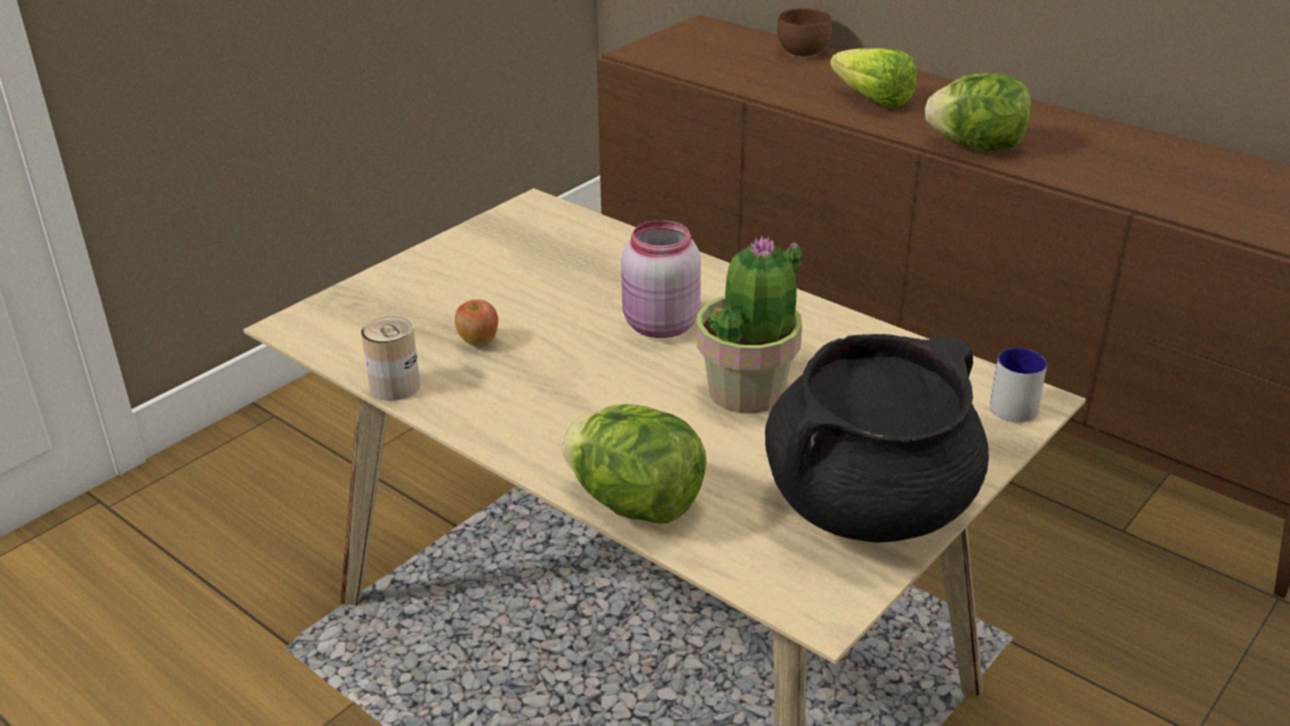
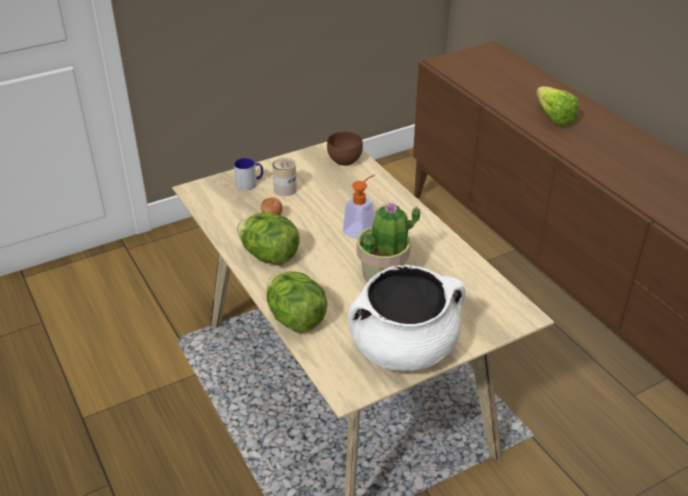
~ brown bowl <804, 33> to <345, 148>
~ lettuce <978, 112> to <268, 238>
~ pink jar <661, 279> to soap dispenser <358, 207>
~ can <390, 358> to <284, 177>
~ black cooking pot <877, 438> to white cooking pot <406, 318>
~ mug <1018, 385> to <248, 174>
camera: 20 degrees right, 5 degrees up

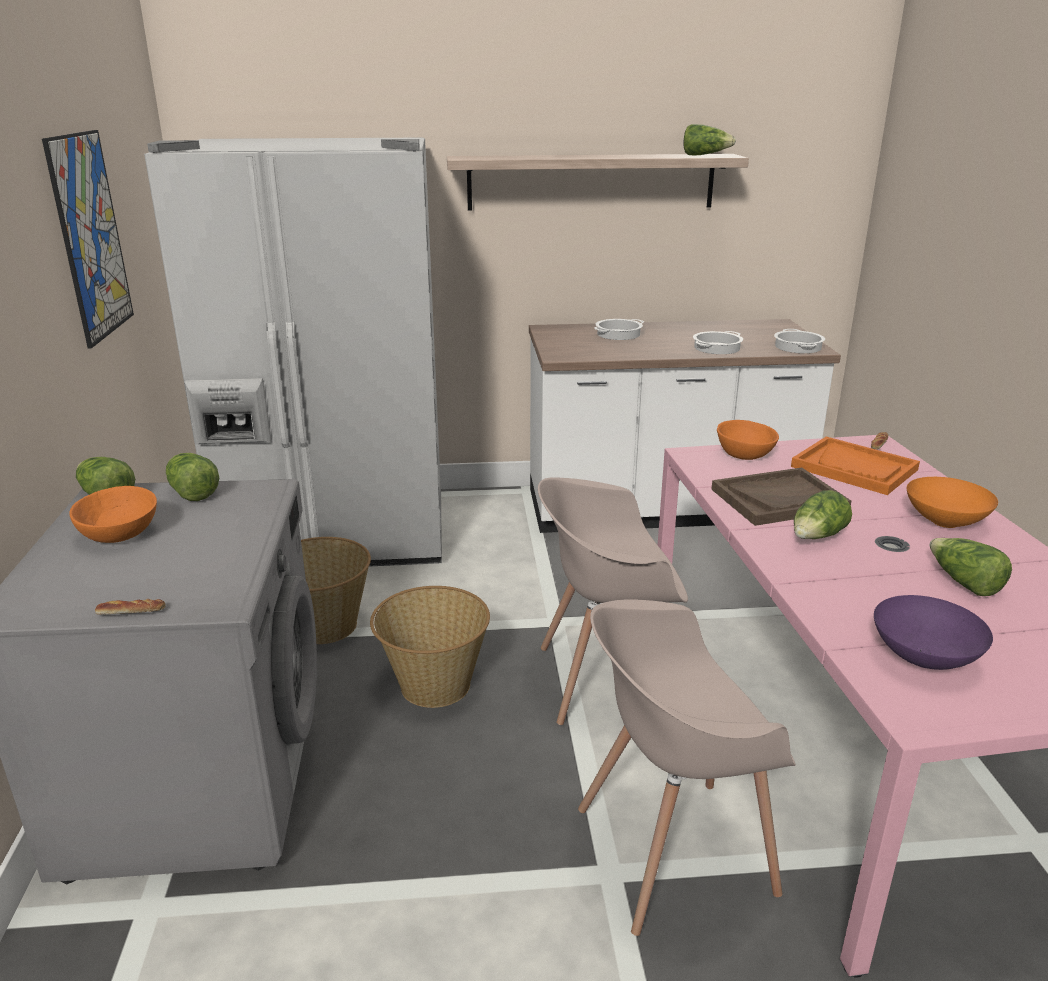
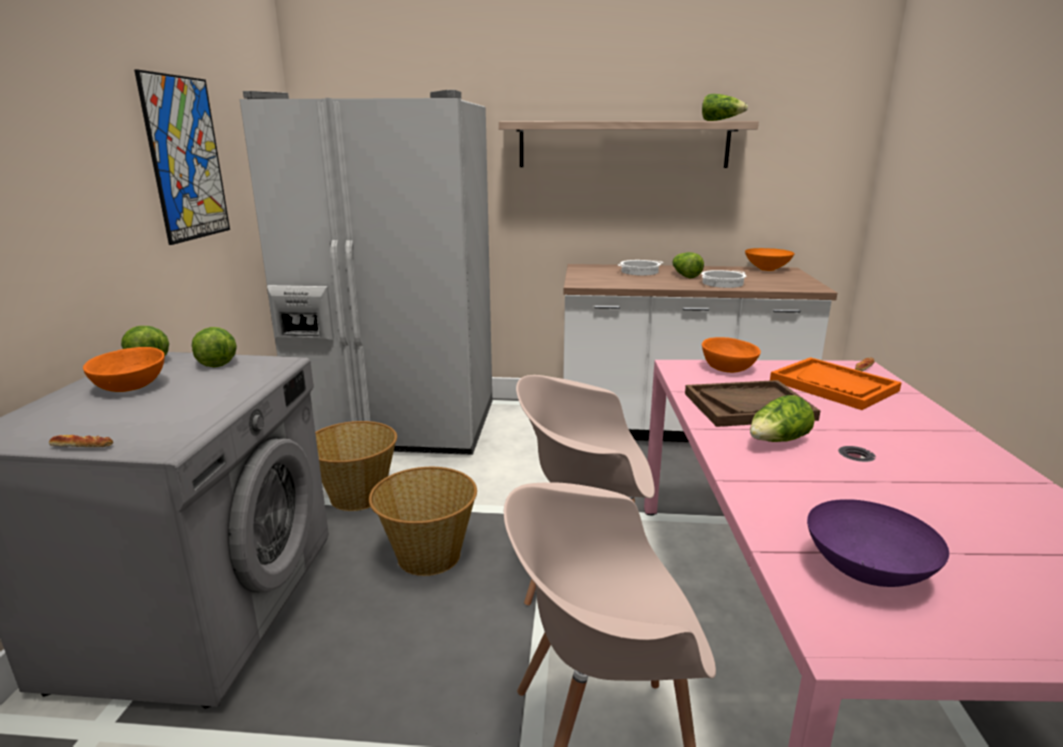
- cooking pot <799, 341>
~ orange bowl <952, 502> to <770, 259>
~ lettuce <971, 567> to <688, 265>
camera: 10 degrees right, 5 degrees down

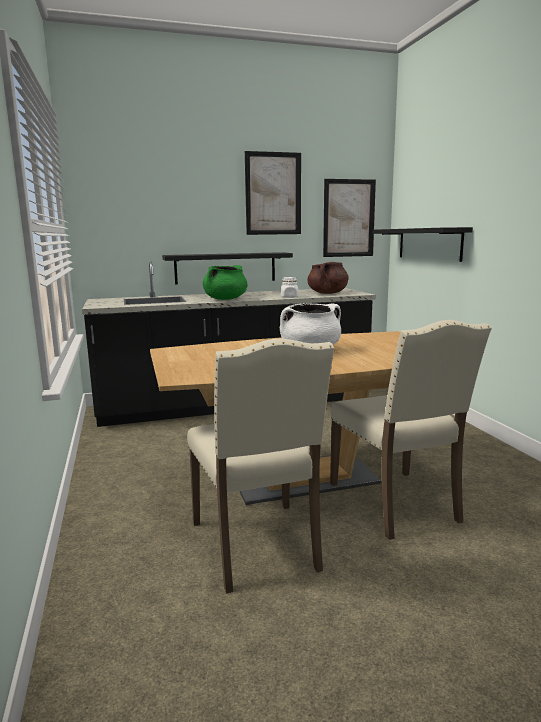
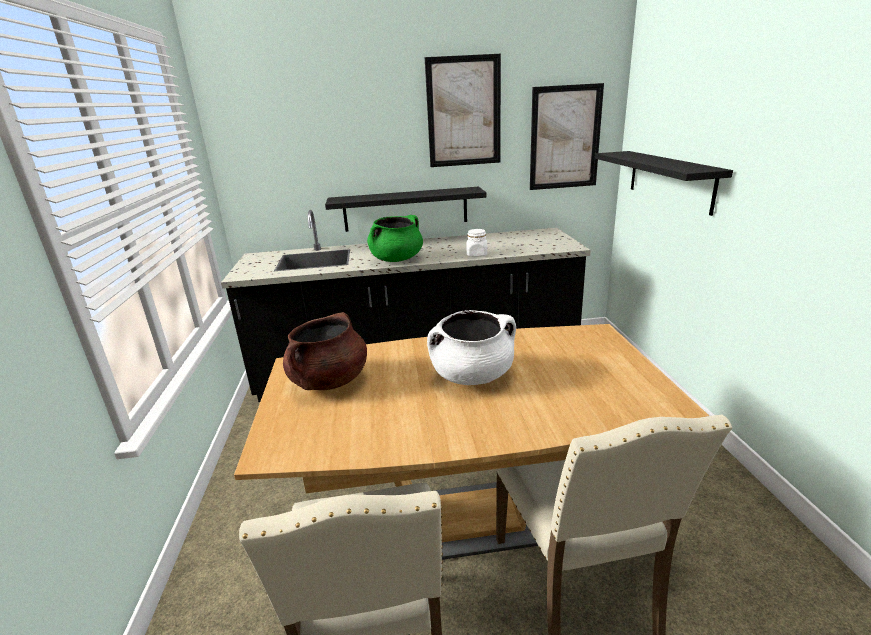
~ brown cooking pot <328, 278> to <325, 351>
camera: 10 degrees right, 10 degrees up

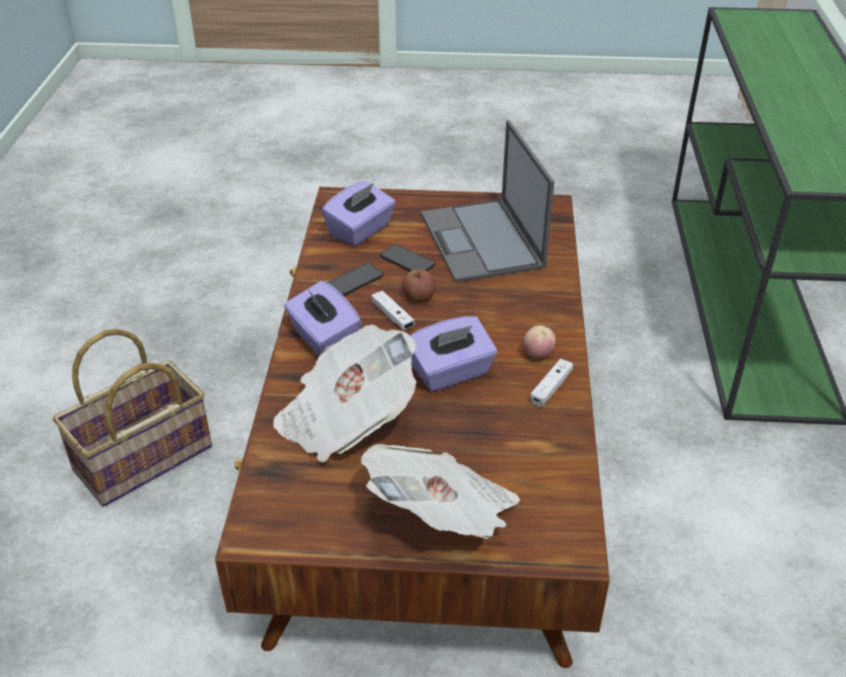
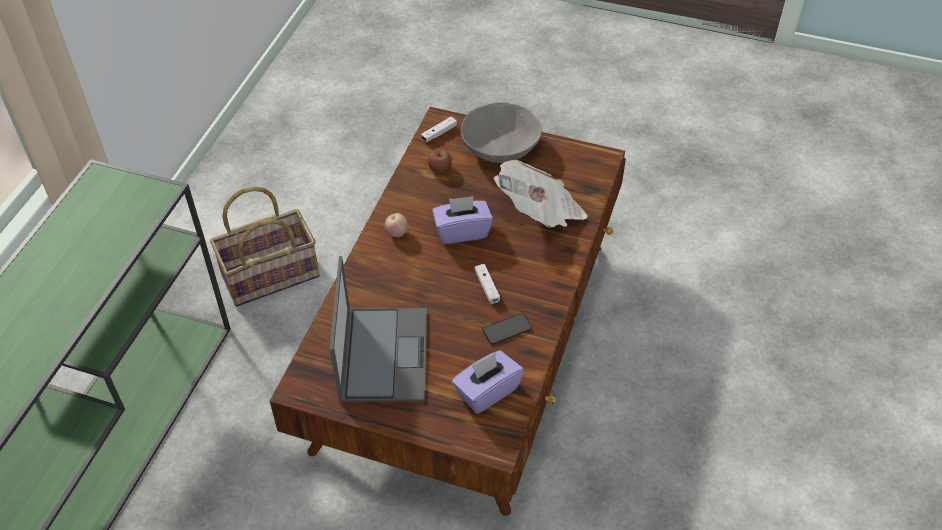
- phone <407, 257>
~ apple <419, 285> to <440, 161>
- purple tissue box <323, 318>
~ basket <132, 418> to <265, 246>
~ white game controller <551, 383> to <439, 129>
~ newspaper <440, 491> to grey bowl <501, 132>
camera: 165 degrees left, 10 degrees up

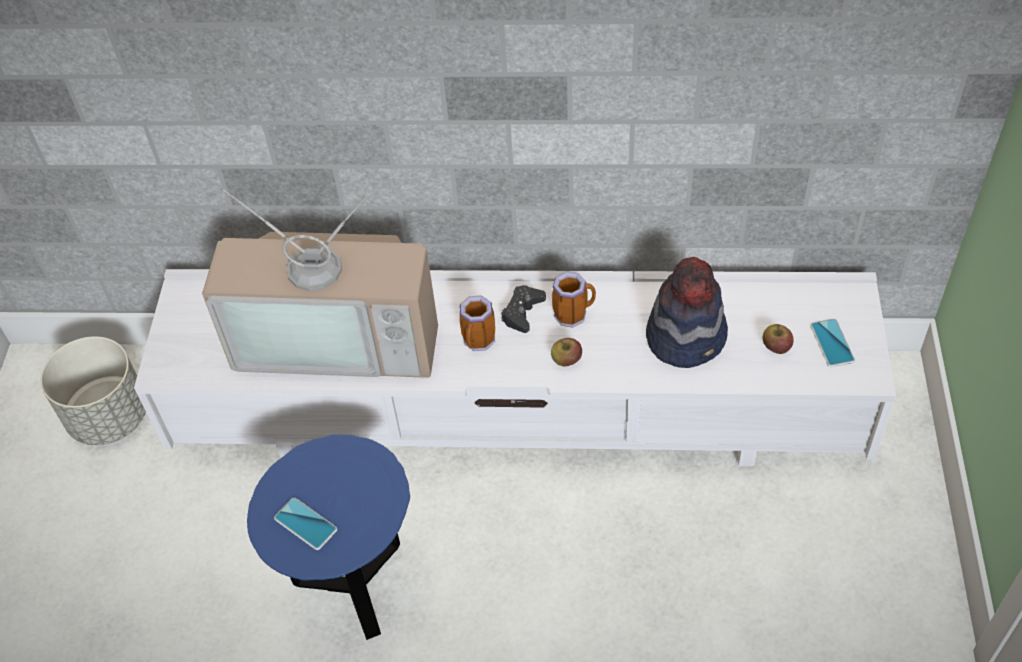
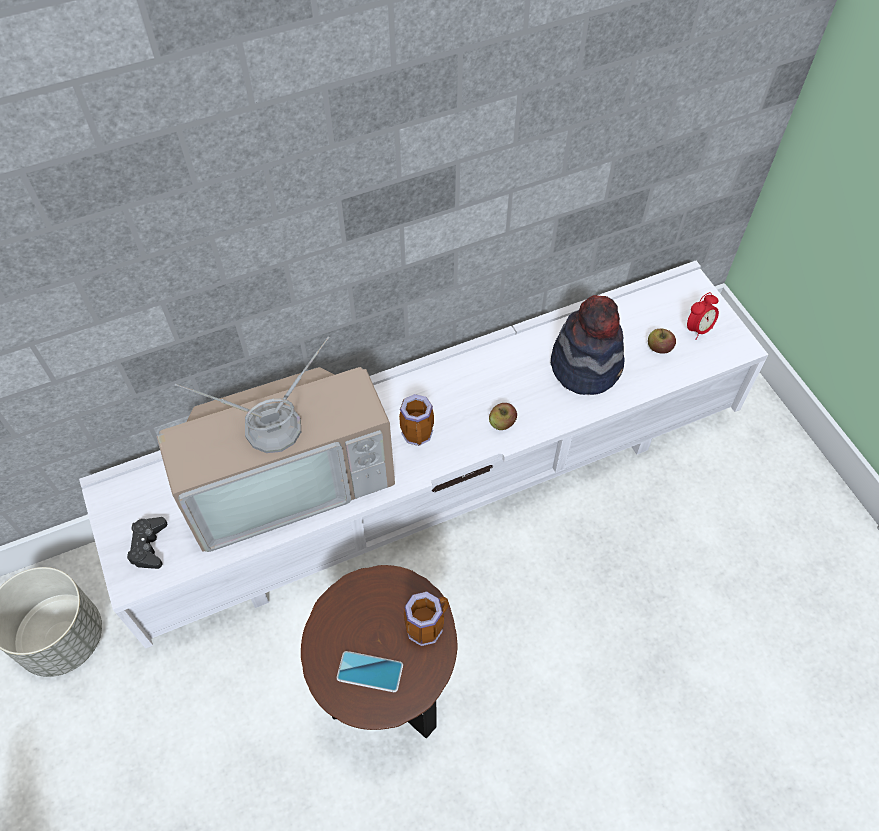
~ mug <574, 299> to <426, 619>
~ black game controller <523, 309> to <147, 543>
~ phone <832, 343> to alarm clock <703, 316>
~ blue side table <328, 537> to brown side table <379, 651>
camera: 30 degrees left, 5 degrees up

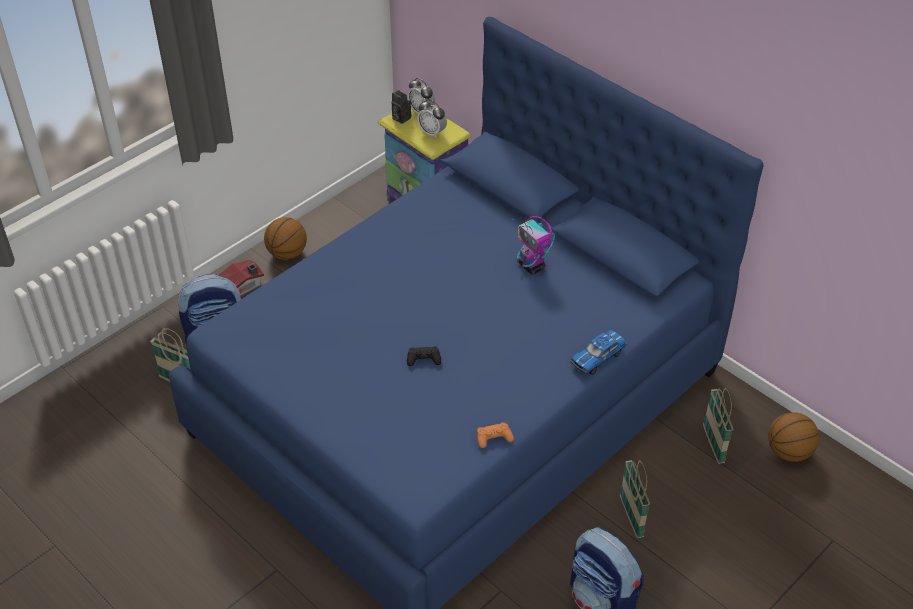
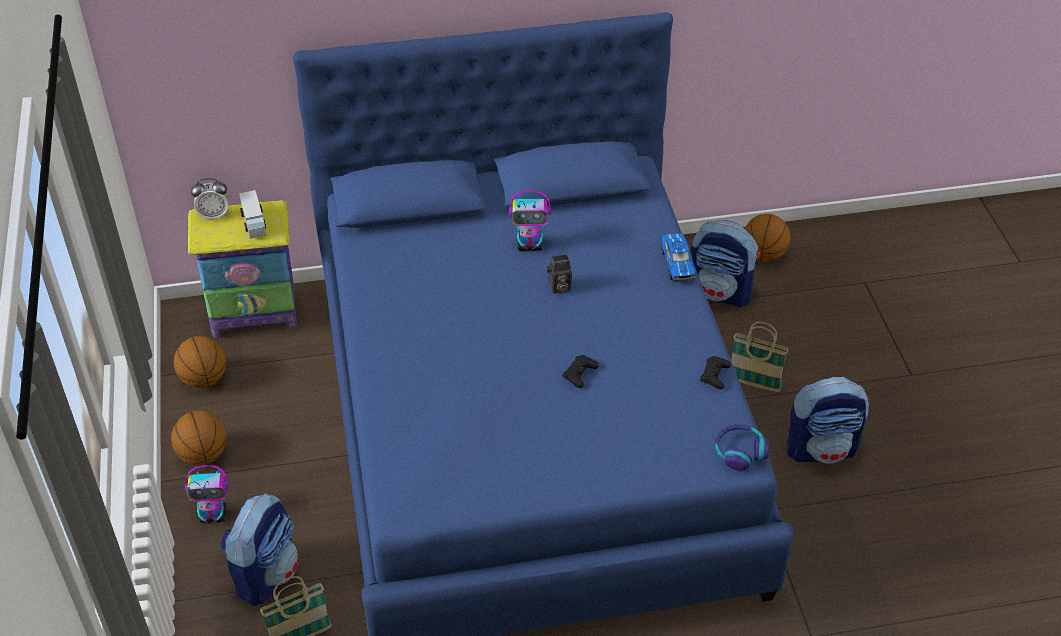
~ photo camera <401, 107> to <559, 274>
~ alarm clock <432, 118> to toy truck <252, 214>
~ toy house <241, 279> to toy robot <207, 494>
~ basket <718, 426> to backpack <725, 264>
~ orange game controller <495, 435> to black game controller <715, 372>
+ basketball <200, 362>
+ headphones <742, 447>
camera: 55 degrees left, 0 degrees up

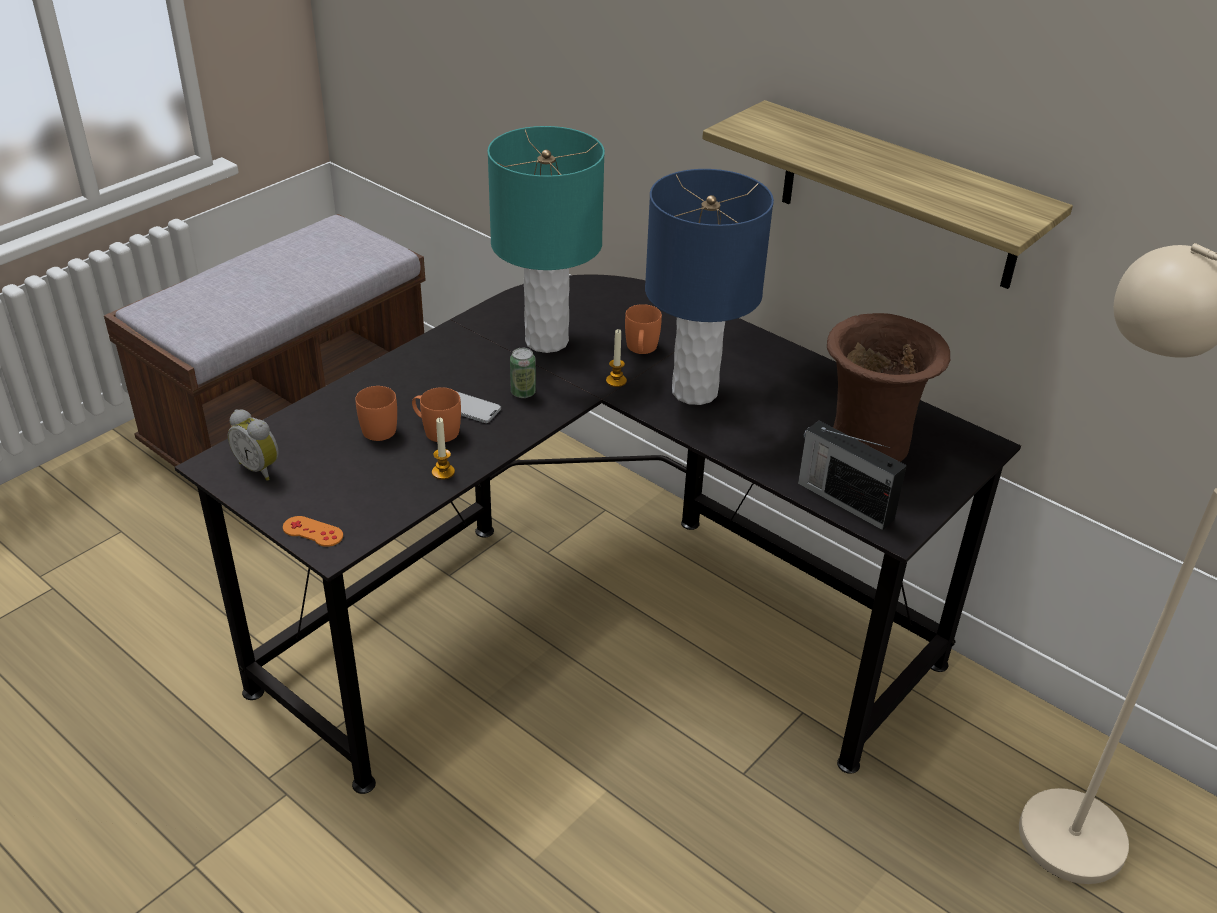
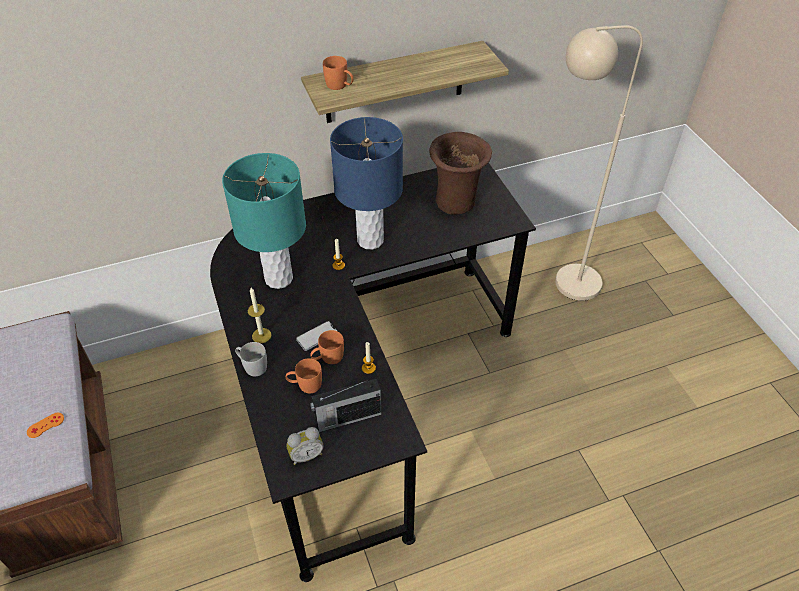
~ orange mug <643, 329> to <338, 73>
- can <523, 373>
~ radio <852, 475> to <345, 405>
~ orange game controller <313, 531> to <45, 425>
+ candle <260, 315>
+ white mug <251, 359>
camera: 60 degrees left, 10 degrees up

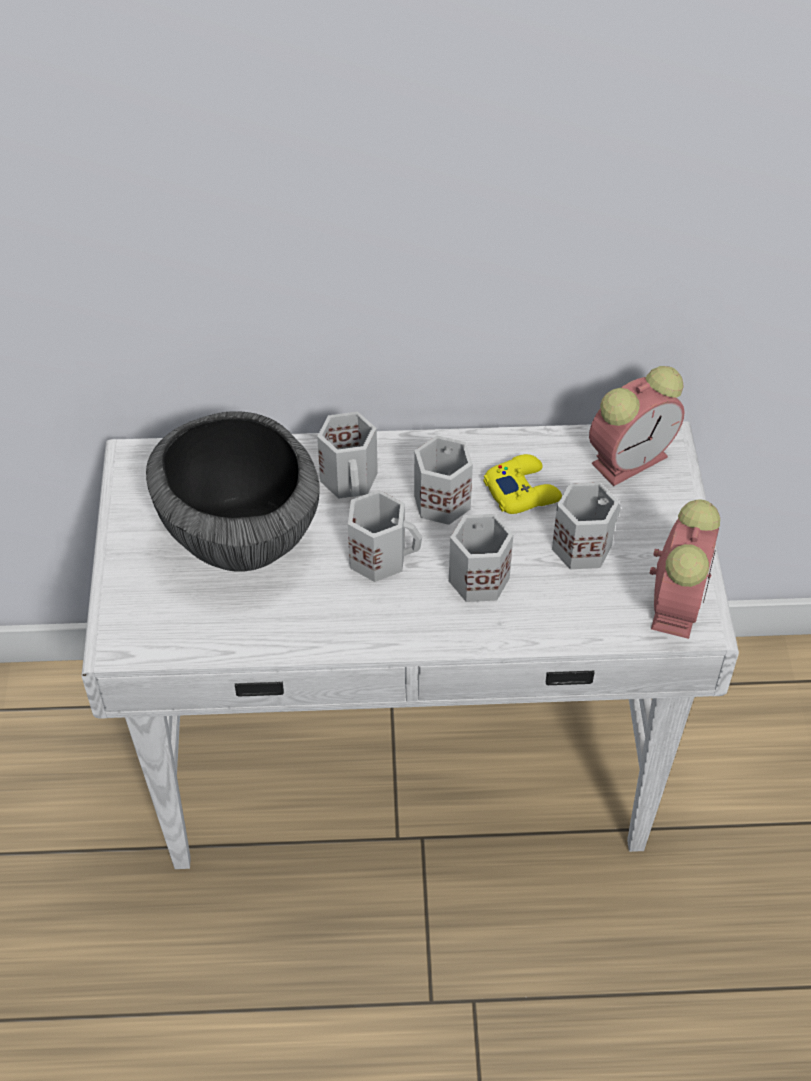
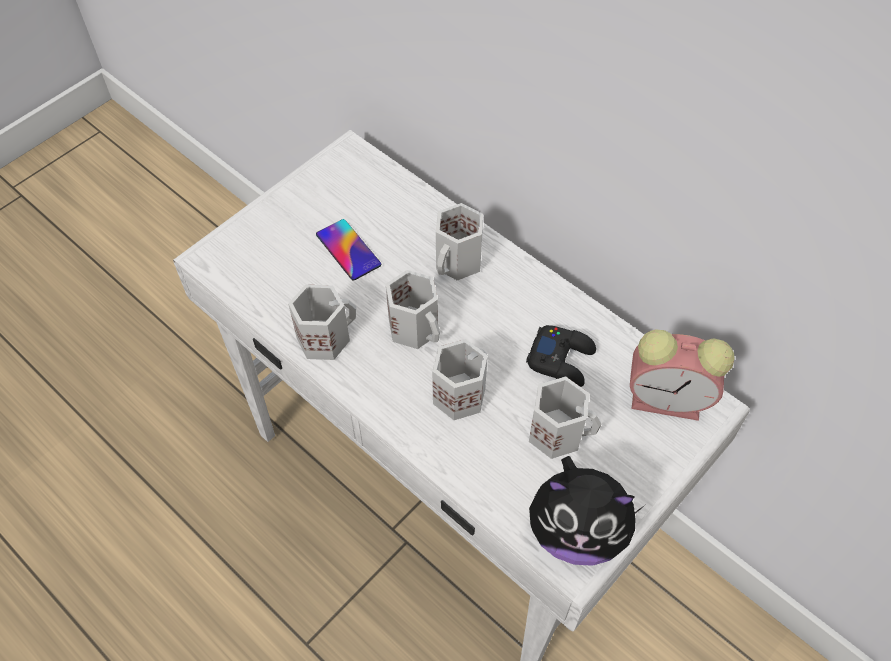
~ bowl <233, 491> to phone <348, 250>
~ white mug <443, 480> to <322, 322>
~ yellow game controller <522, 484> to black game controller <561, 356>
~ alarm clock <685, 569> to plush toy <587, 511>
camera: 45 degrees right, 5 degrees up

